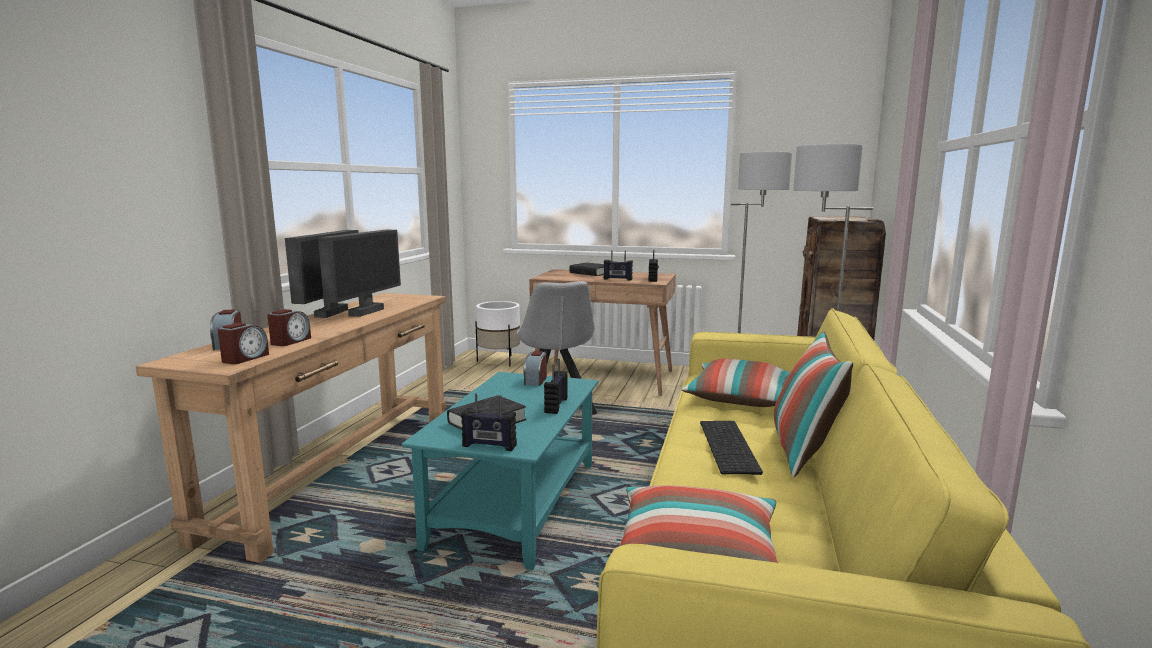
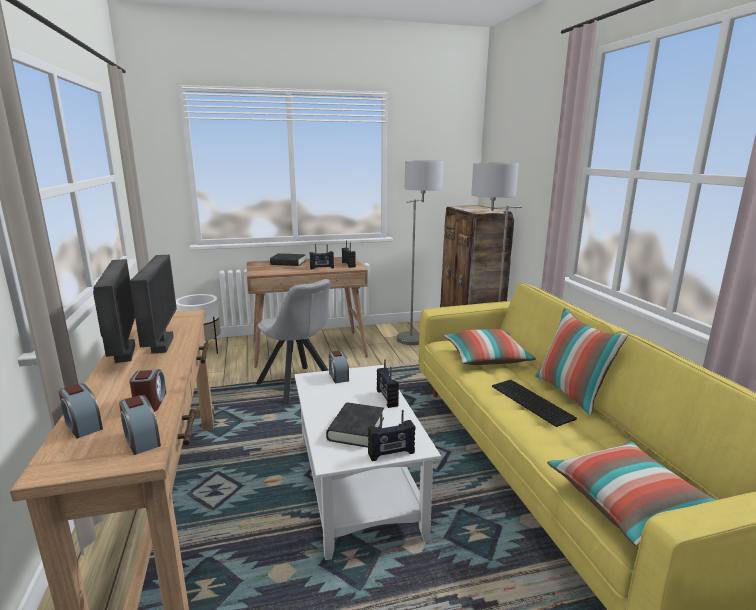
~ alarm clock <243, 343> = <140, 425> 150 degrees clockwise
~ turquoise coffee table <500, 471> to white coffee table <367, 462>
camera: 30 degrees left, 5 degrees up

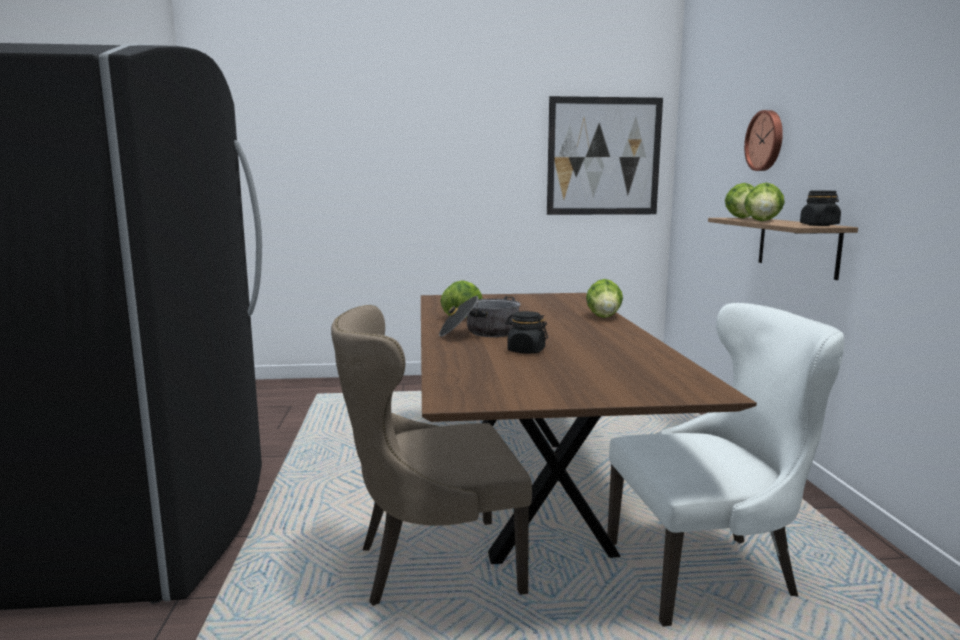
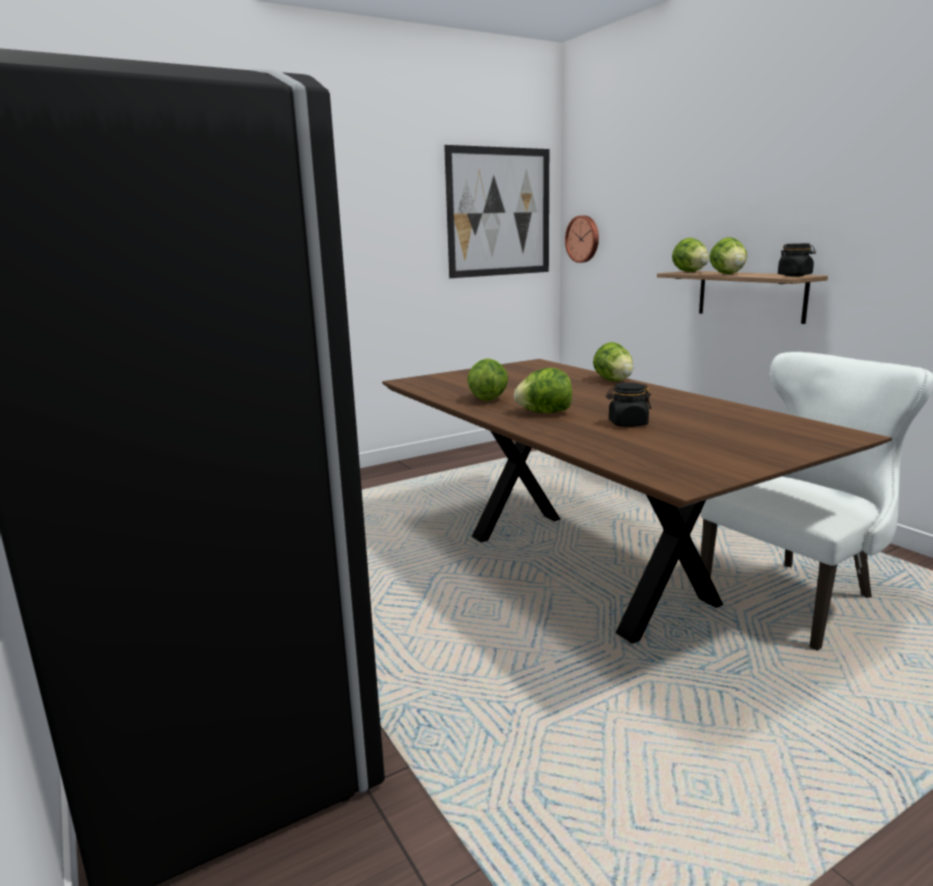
~ wall clock <763, 140> to <582, 239>
~ cooking pot <480, 316> to lettuce <543, 390>
- beige chair <431, 455>
camera: 25 degrees left, 5 degrees up

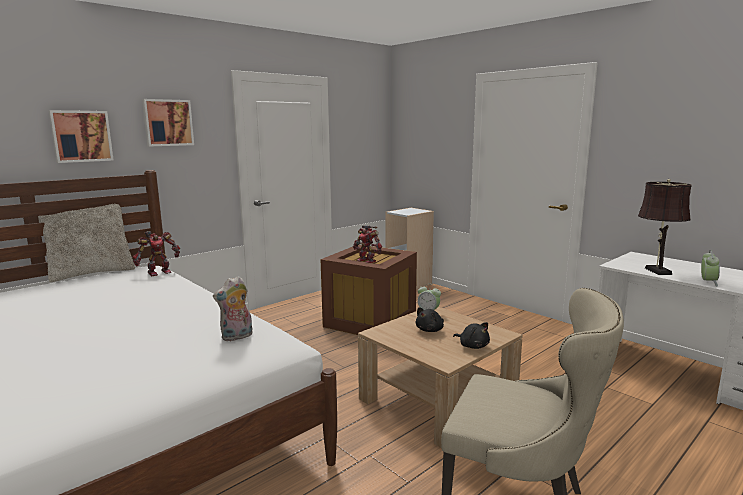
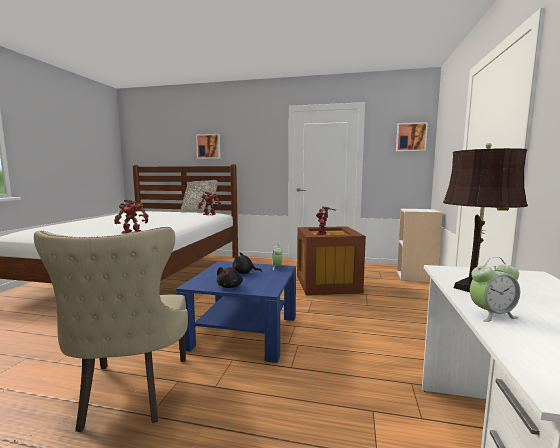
~ picture <168, 123> to <412, 136>
~ plush toy <232, 308> to toy robot <131, 217>
~ brown coffee table <440, 377> to blue coffee table <236, 312>
camera: 55 degrees right, 5 degrees down

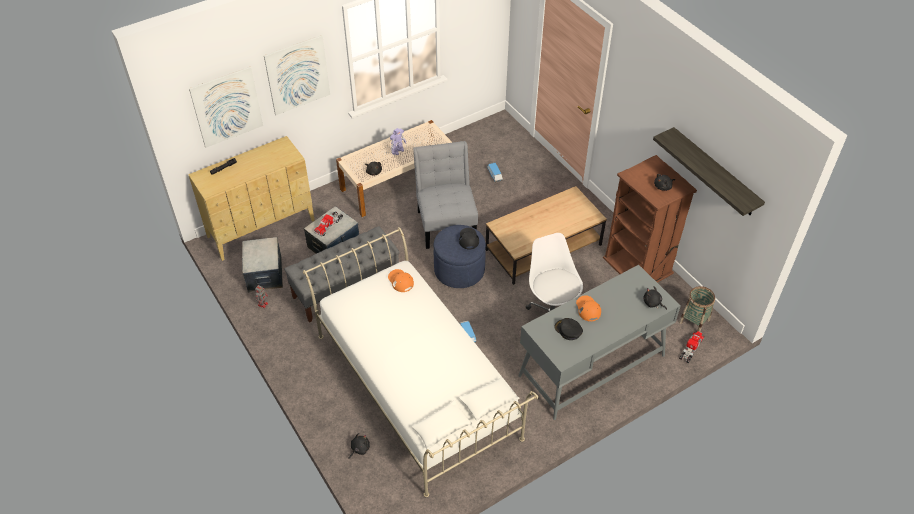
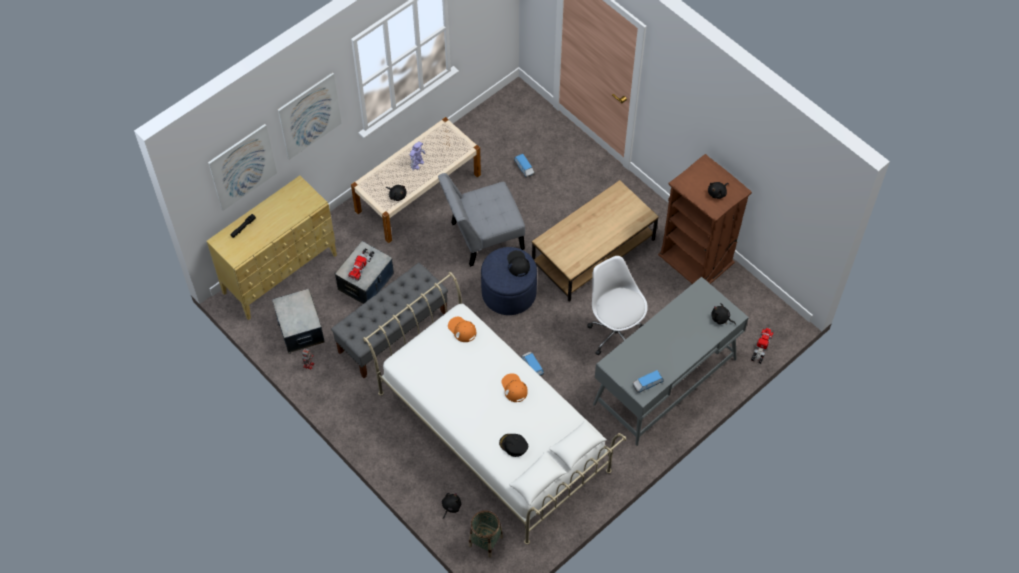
- shelf <709, 171>
~ grey chair <445, 195> = <481, 220> 90 degrees counterclockwise
~ basket <697, 309> to <485, 534>
~ orange cap <588, 308> to <514, 387>
~ black cap <568, 329> to <513, 445>
+ toy car <648, 381>
camera: 10 degrees left, 10 degrees up

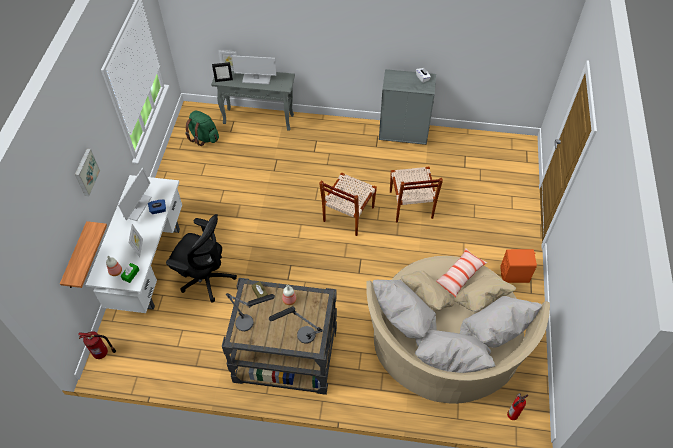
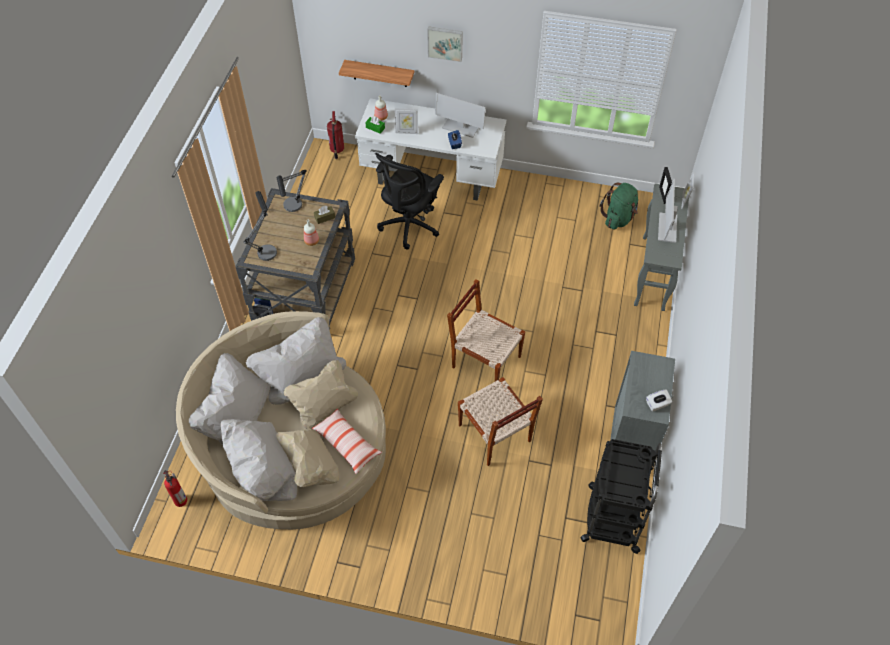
~ chair <416, 194> = <500, 421> 120 degrees counterclockwise
- orange speaker <518, 266>
+ black cart <621, 496>
camera: 95 degrees right, 0 degrees up

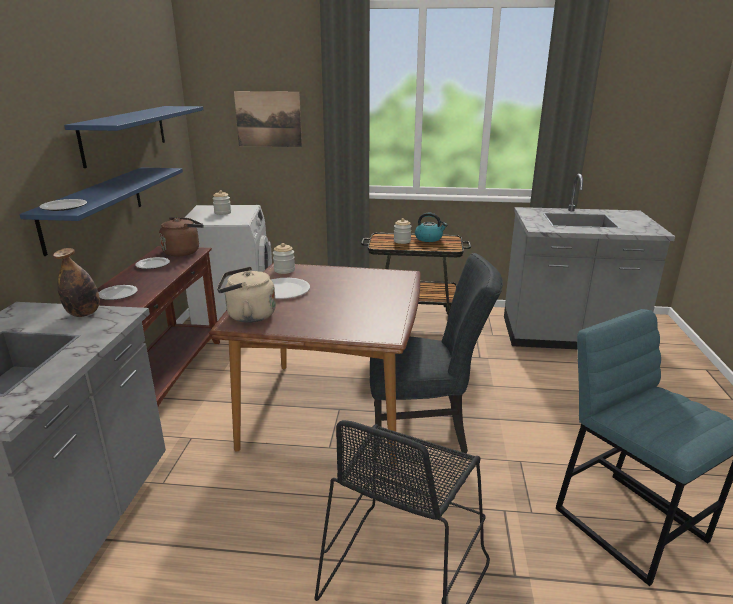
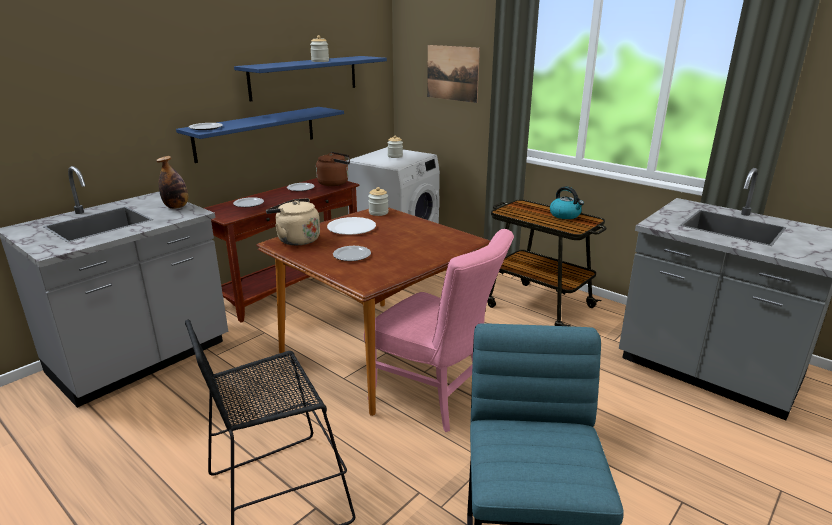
~ jar <403, 231> to <319, 48>
~ grey chair <436, 354> to pink chair <439, 330>
+ plate <352, 253>
camera: 35 degrees right, 0 degrees up

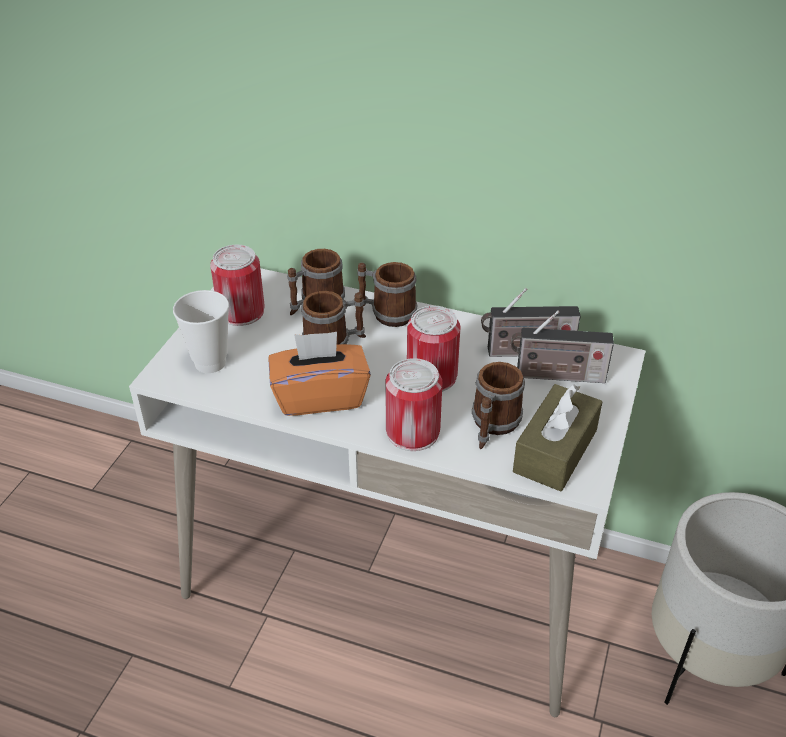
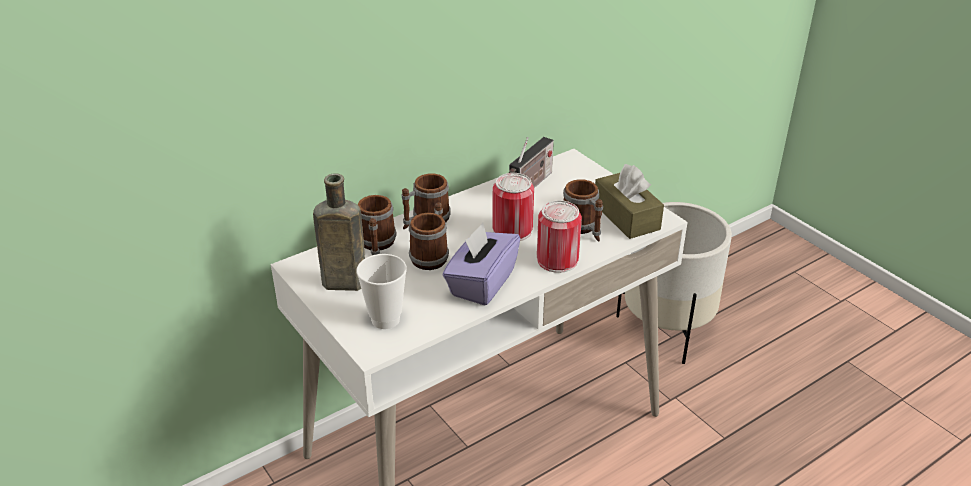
~ can <237, 285> to brown bottle <339, 232>
- radio <562, 346>
~ orange tissue box <319, 374> to purple tissue box <481, 264>
camera: 55 degrees left, 5 degrees down

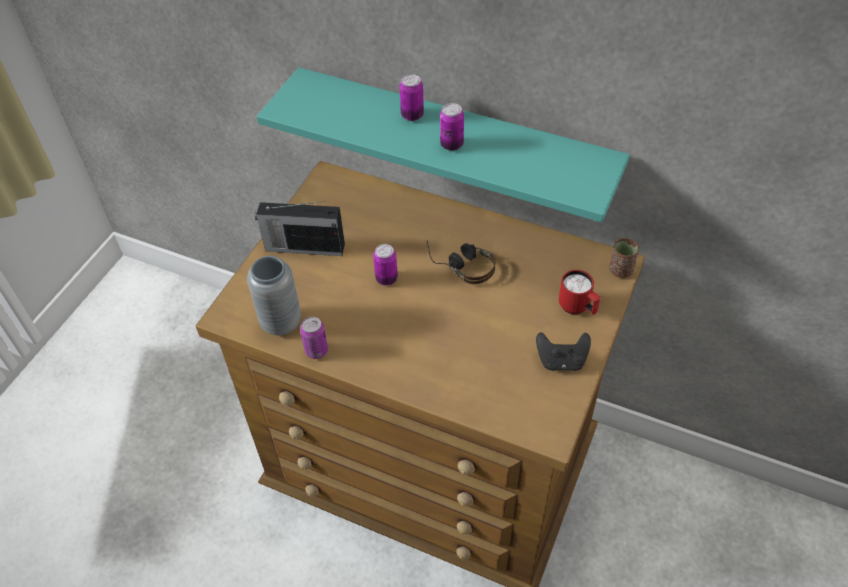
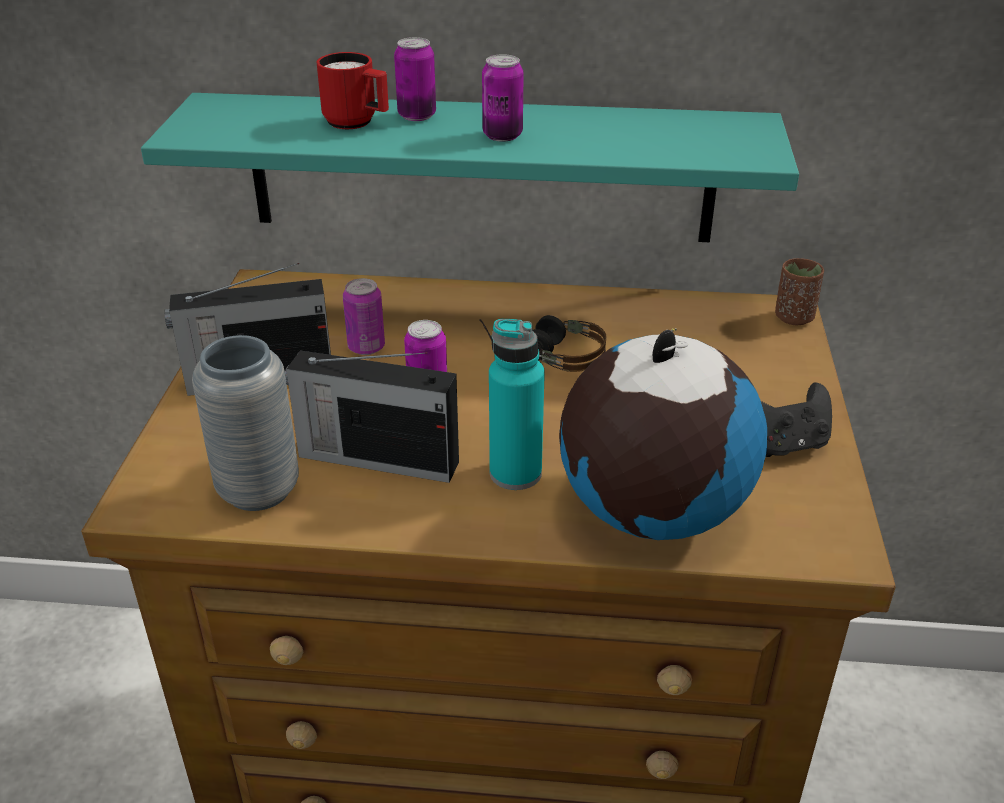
~ red mug <580, 292> to <353, 90>
~ can <314, 338> to <364, 316>
+ turquoise bottle <517, 404>
+ globe <663, 434>
+ radio <372, 416>
camera: 20 degrees left, 15 degrees down

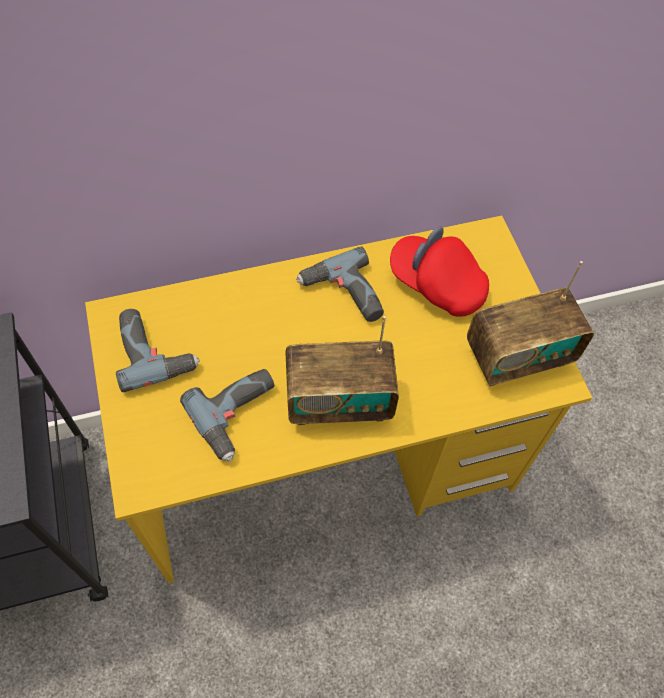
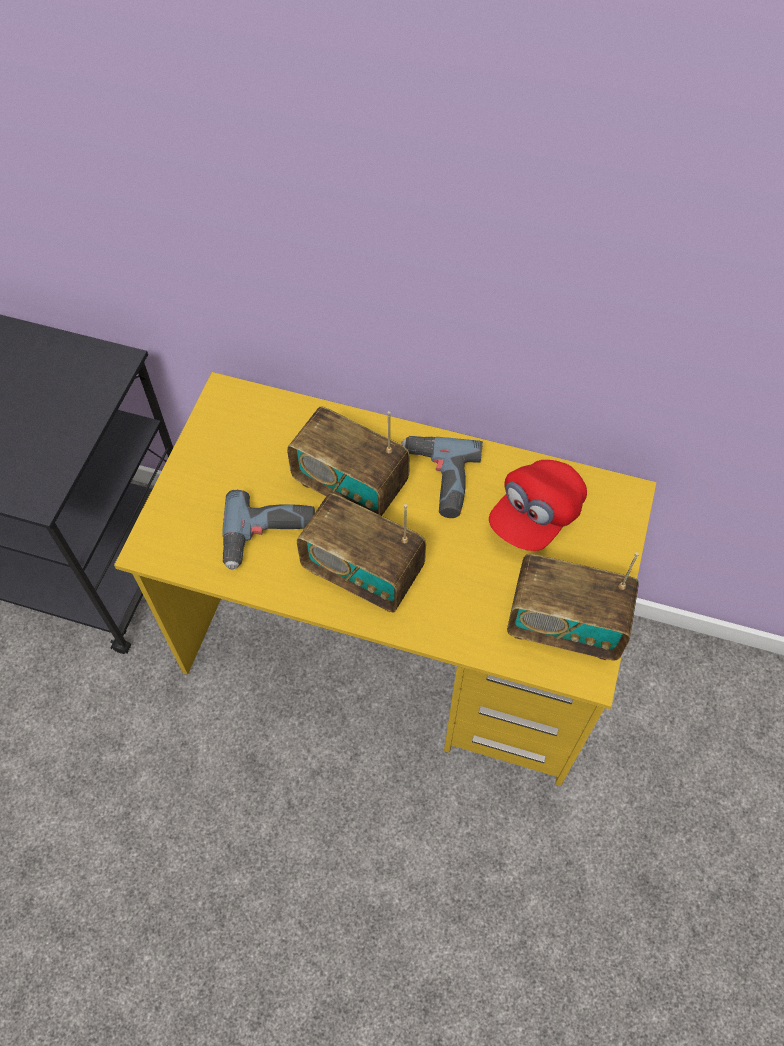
~ red cap <439, 271> = <538, 505> 120 degrees counterclockwise
- power drill <158, 350>
+ radio <348, 461>
camera: 35 degrees right, 0 degrees up

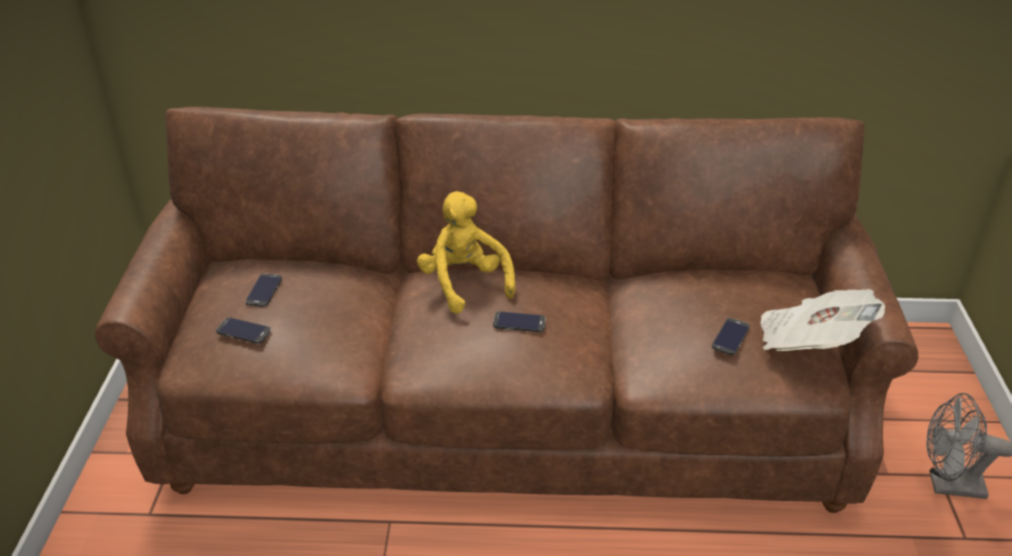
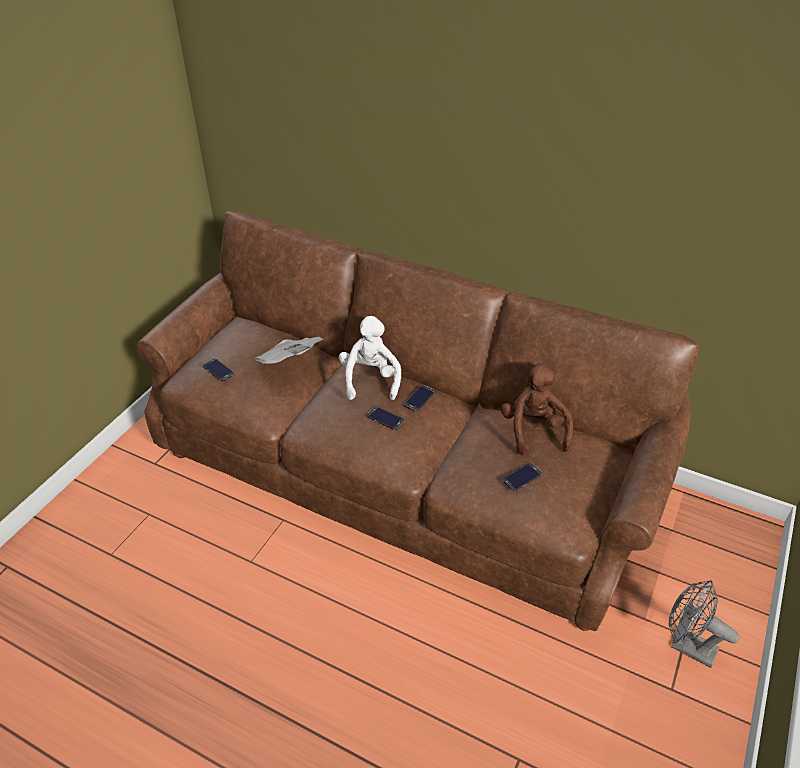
~ yellow plush toy <466, 252> to white plush toy <370, 358>
~ phone <263, 290> to <419, 398>
~ newspaper <823, 320> to <289, 350>
+ brown plush toy <537, 409>
camera: 25 degrees right, 5 degrees up

